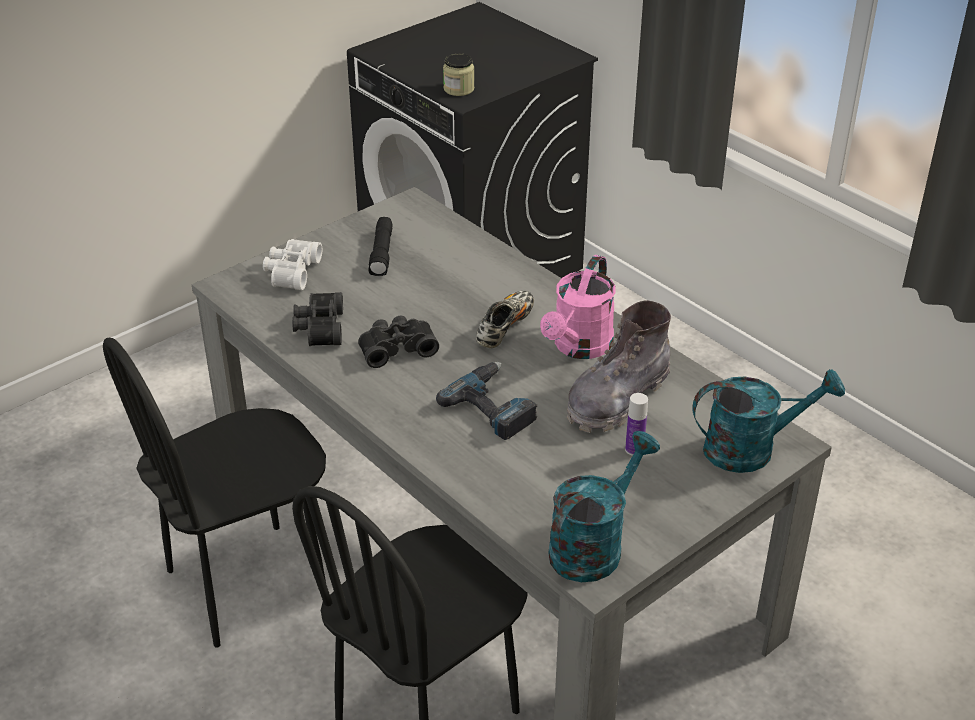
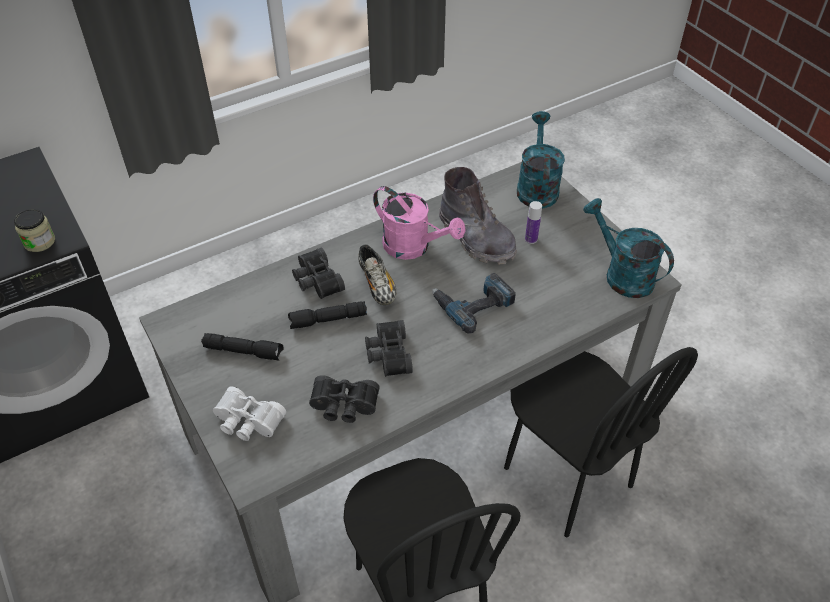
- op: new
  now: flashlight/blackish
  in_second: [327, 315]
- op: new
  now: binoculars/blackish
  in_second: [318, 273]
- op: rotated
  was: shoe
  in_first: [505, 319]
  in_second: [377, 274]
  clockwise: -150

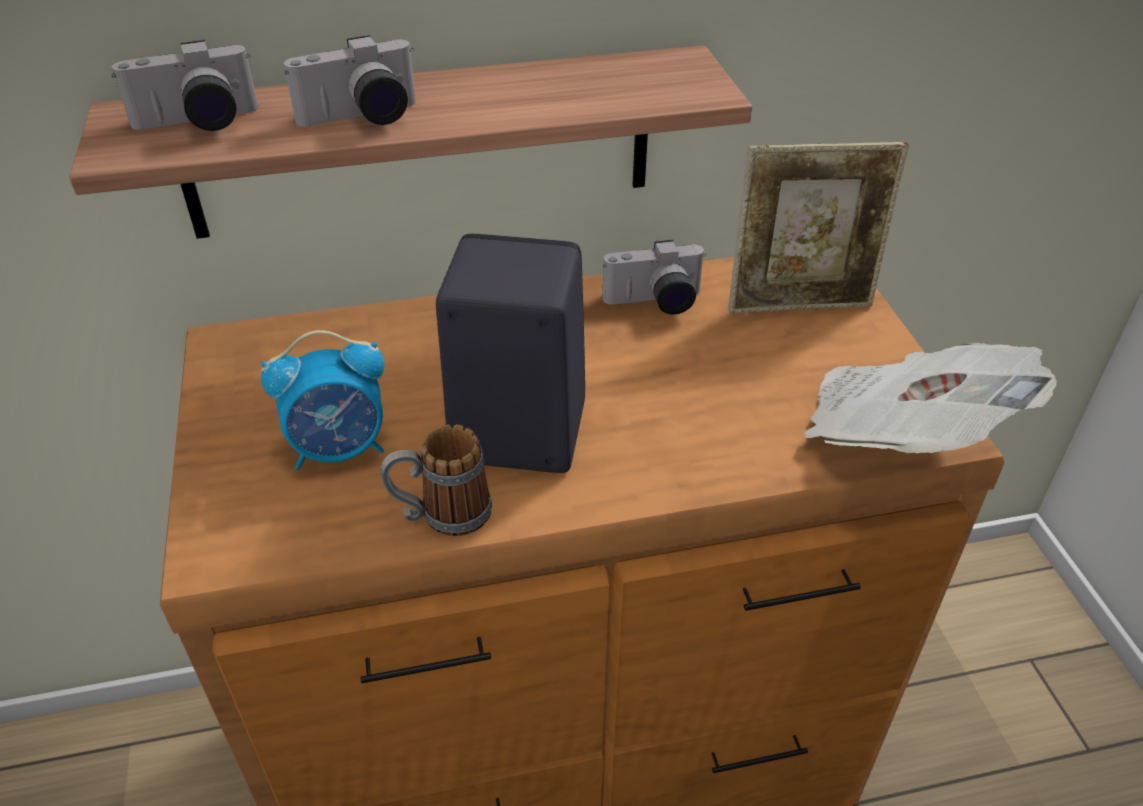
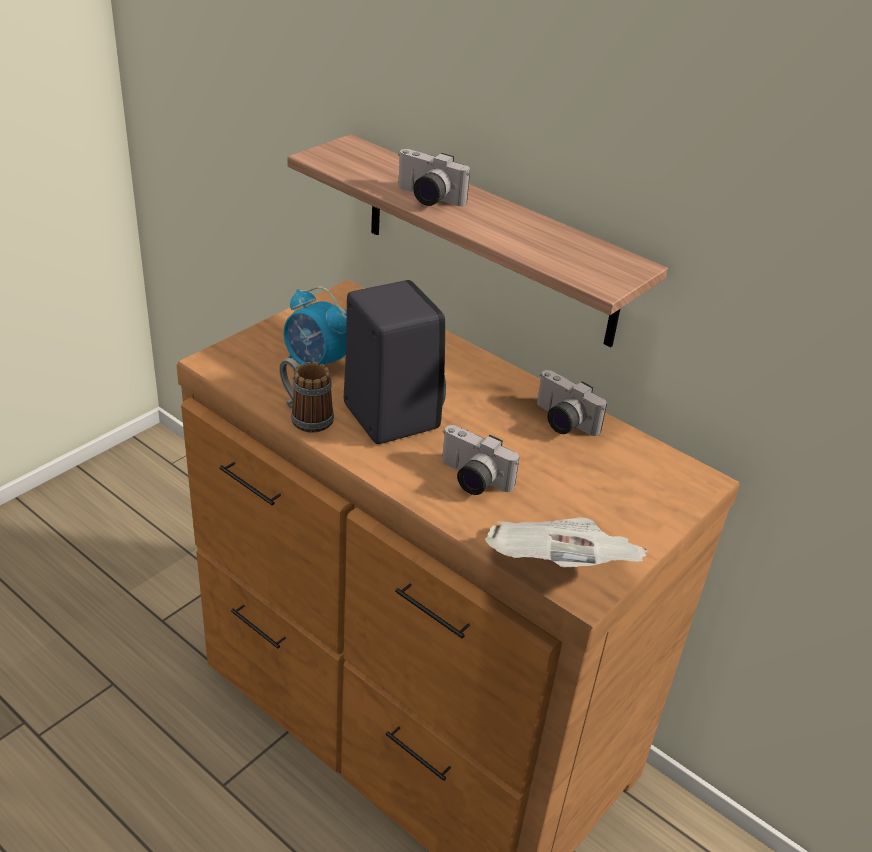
- op: gone
  was: picture frame
  in_first: [818, 228]
- op: shifted
  was: still camera
  in_first: [185, 85]
  in_second: [480, 460]

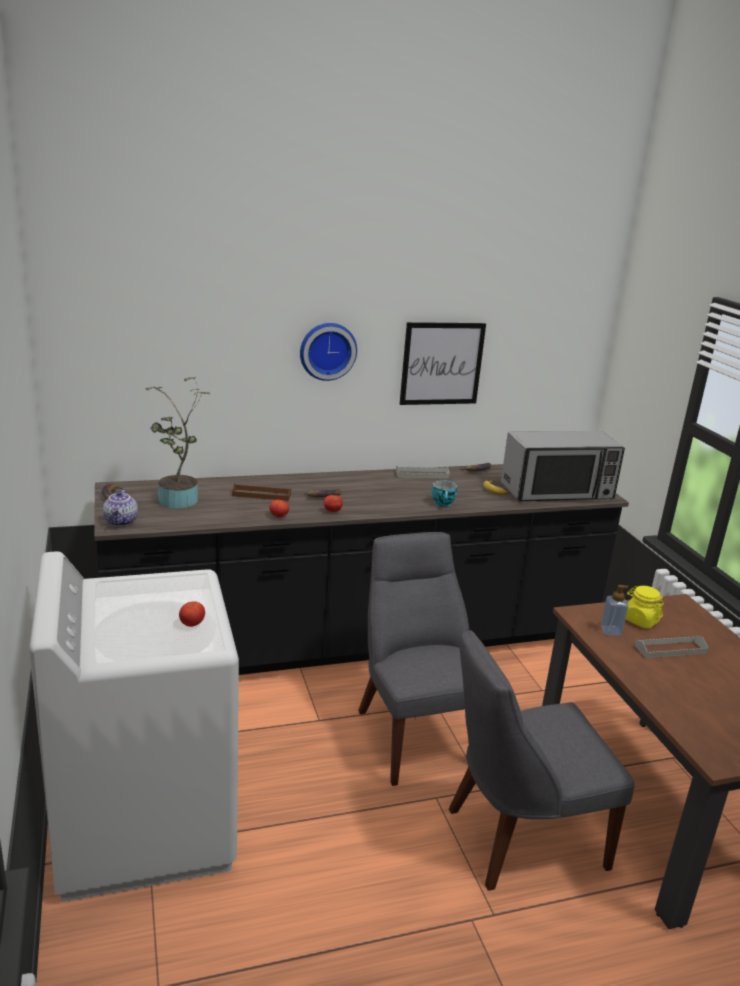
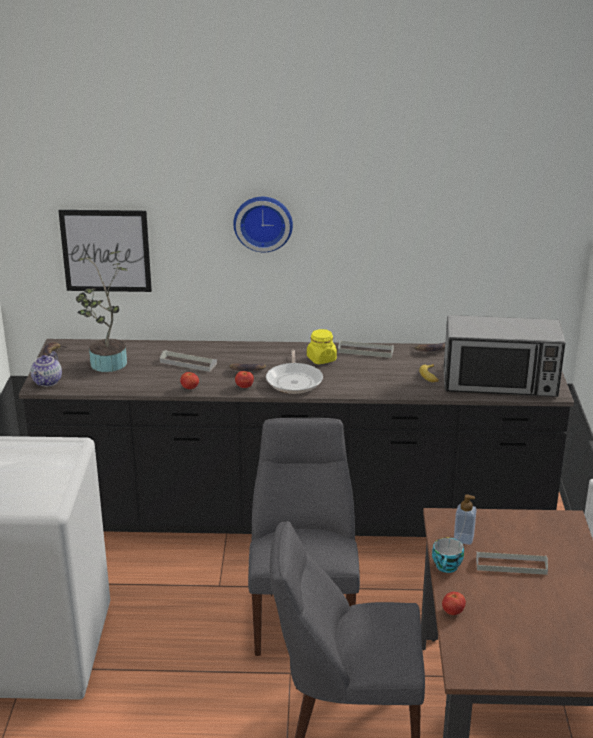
- op: new
  now: pan
  in_second: [294, 372]
- op: shifted
  was: tomato
  in_first: [192, 614]
  in_second: [454, 603]
- op: shifted
  was: wall picture
  in_first: [443, 363]
  in_second: [105, 251]
- op: shifted
  was: small cup
  in_first: [444, 493]
  in_second: [448, 555]
- op: shifted
  was: preserve jar/yellowish
  in_first: [645, 607]
  in_second: [322, 346]
- op: repainted
  was: carrying tray/brownish
  now: carrying tray/greyish
  in_first: [261, 492]
  in_second: [188, 361]

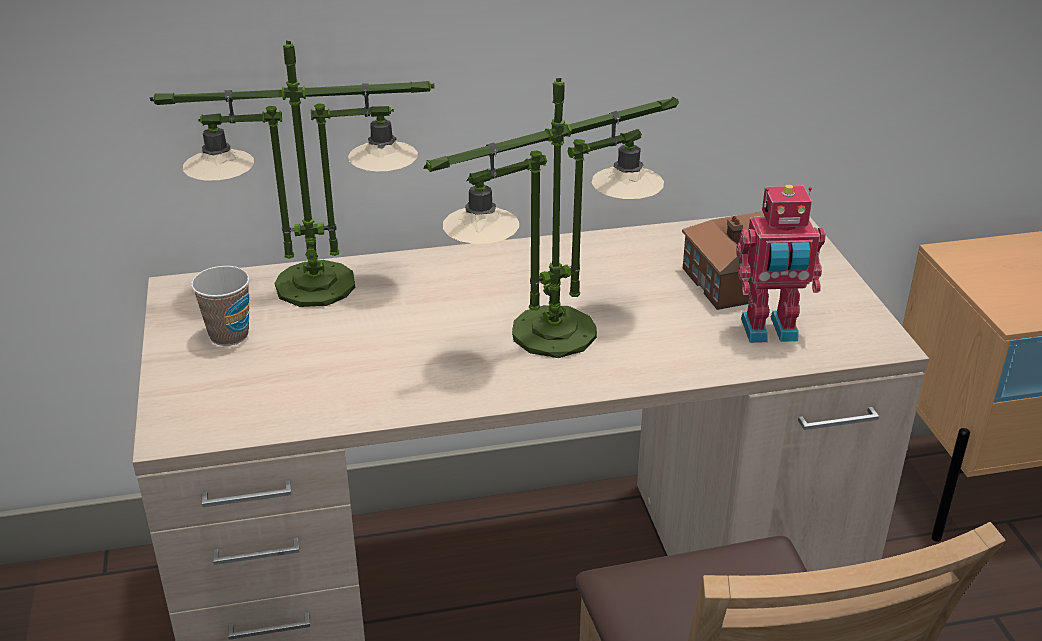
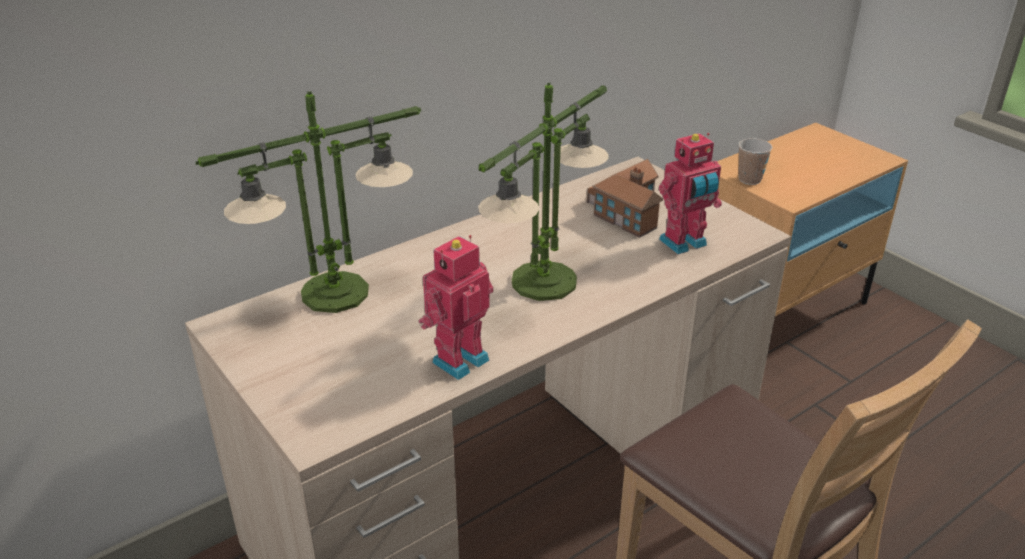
- op: new
  now: robot figure
  in_second: [456, 307]
- op: shifted
  was: small cup
  in_first: [220, 306]
  in_second: [755, 161]

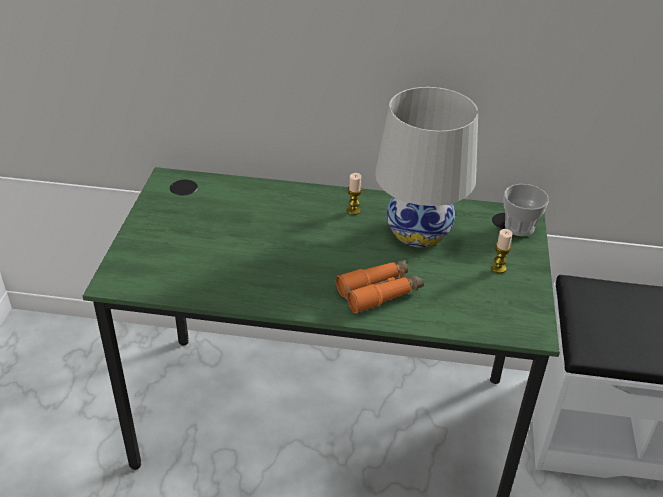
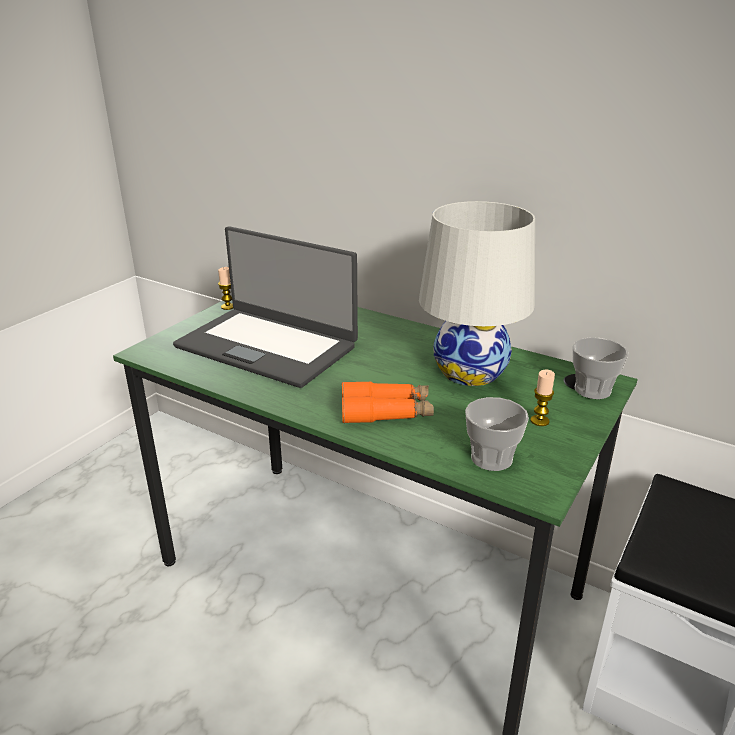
- op: new
  now: laptop
  in_second: [265, 307]
- op: new
  now: small cup
  in_second: [497, 434]
- op: shifted
  was: wax candle
  in_first: [354, 194]
  in_second: [225, 288]

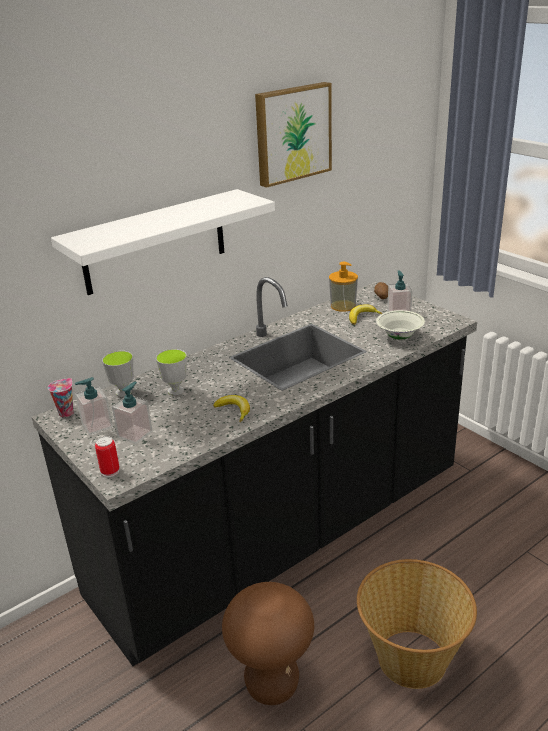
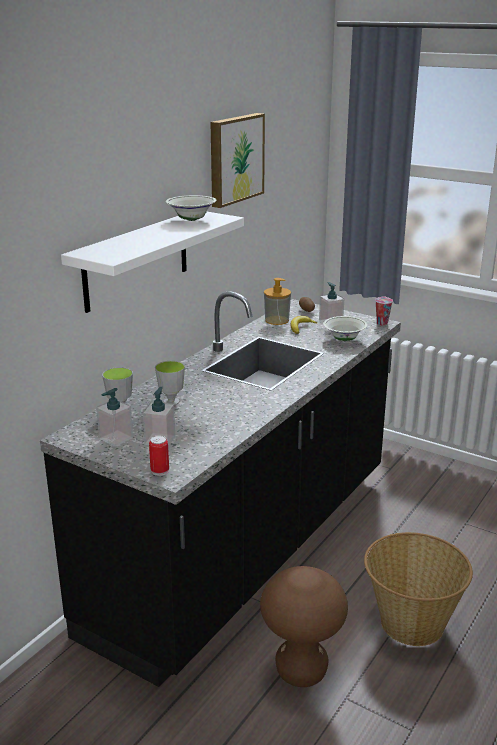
- op: gone
  was: banana fruit
  in_first: [231, 408]
- op: new
  now: bowl/white
  in_second: [191, 208]
- op: shifted
  was: small cup
  in_first: [61, 397]
  in_second: [384, 311]

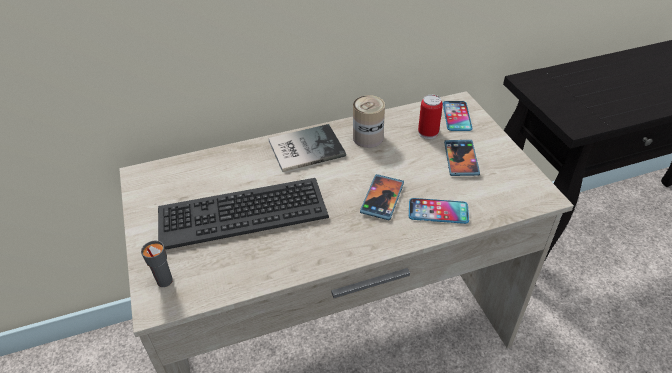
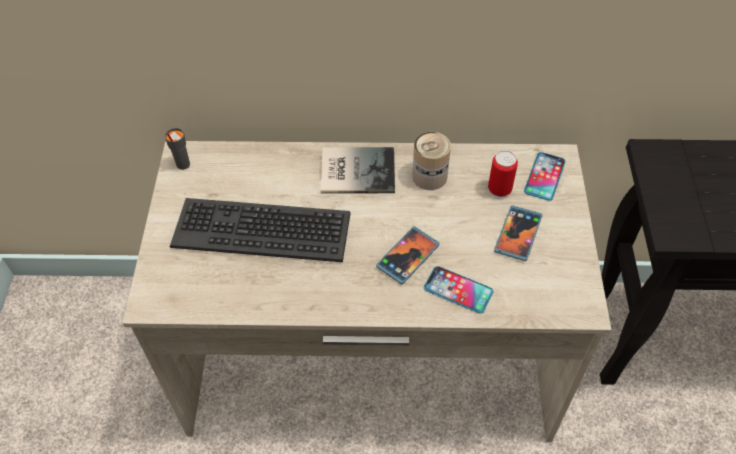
- op: shifted
  was: small cup/greyish
  in_first: [157, 263]
  in_second: [177, 149]

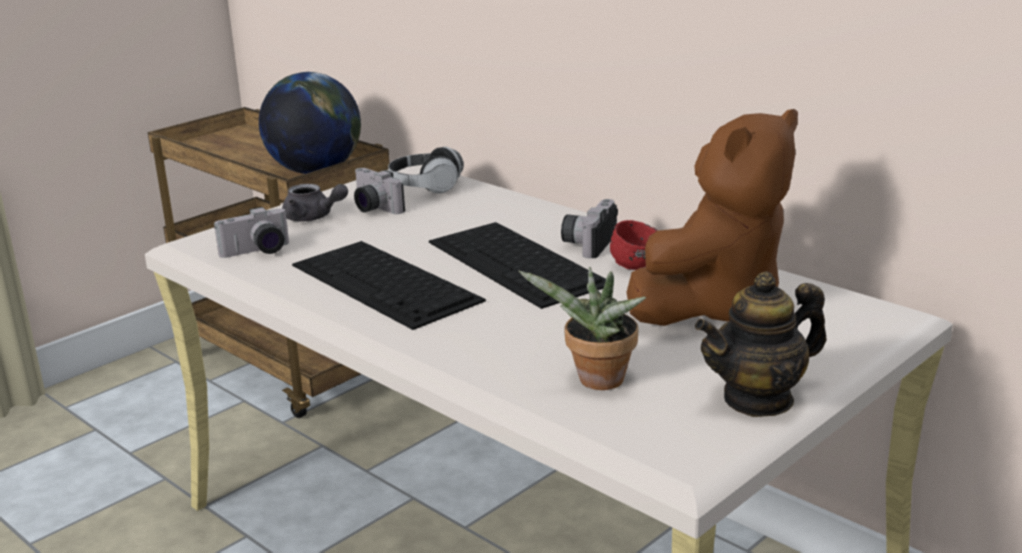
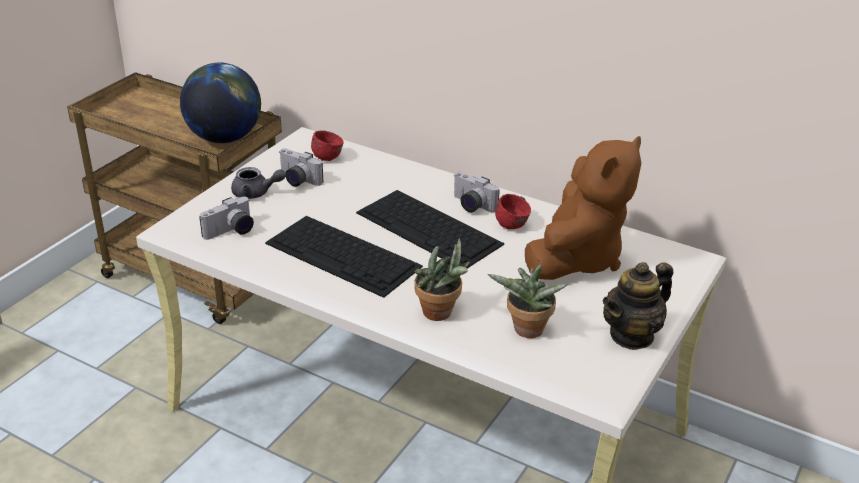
- op: new
  now: houseplant
  in_second: [442, 279]
- op: swapped
  was: pair of headphones
  now: mug/red
  in_first: [426, 170]
  in_second: [327, 145]
- op: rotated
  was: still camera
  in_first: [589, 228]
  in_second: [477, 192]
  clockwise: -60

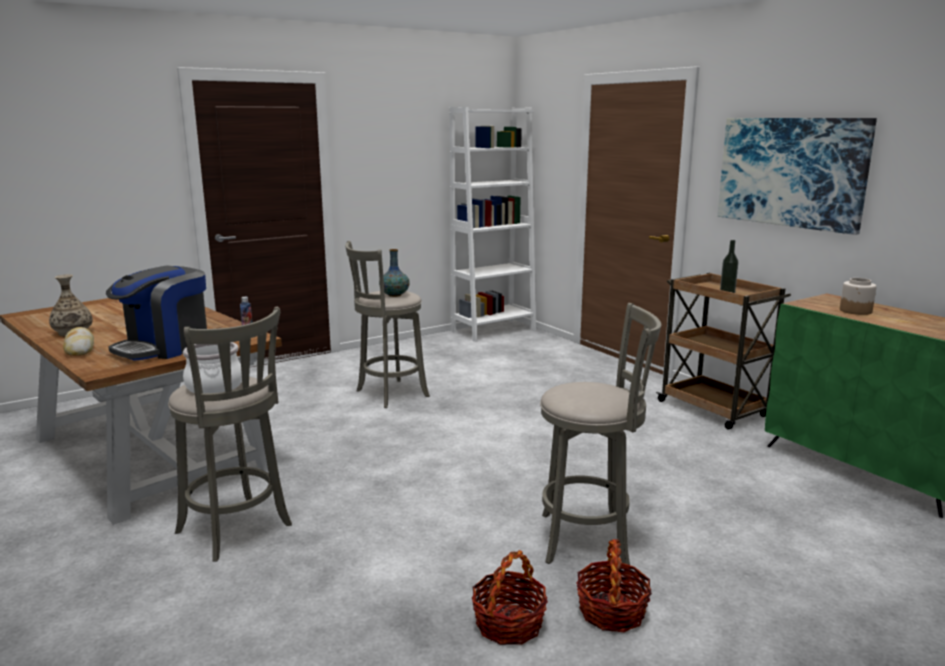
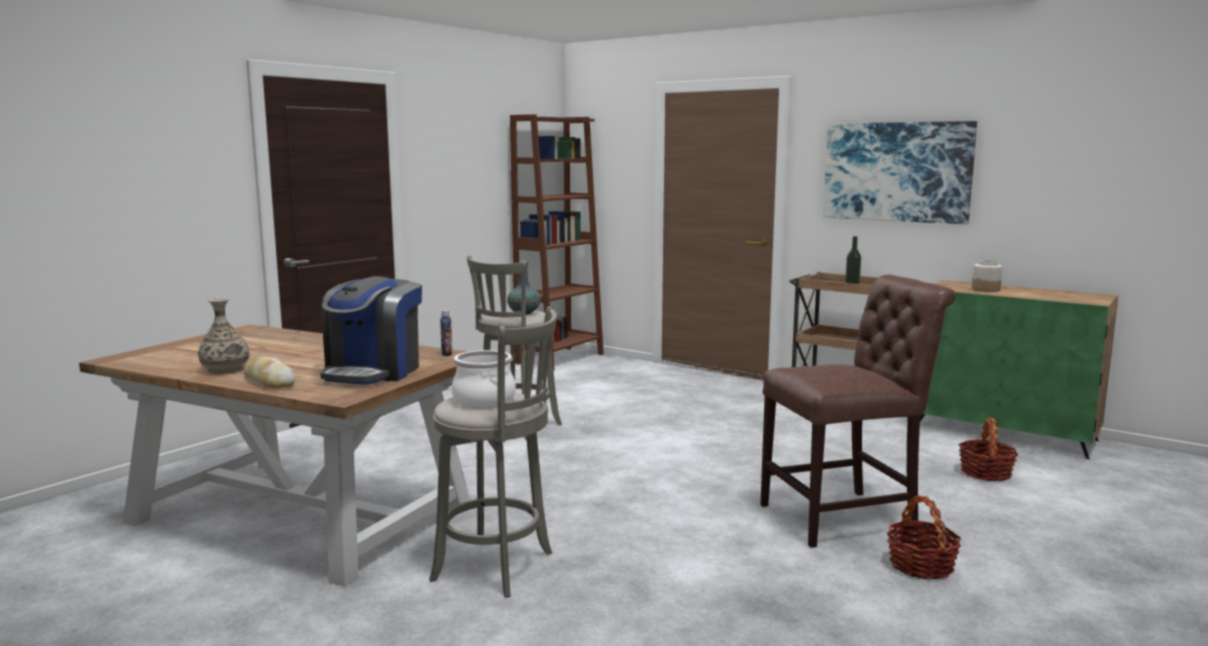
- op: shifted
  was: household basket
  in_first: [510, 597]
  in_second: [988, 449]
- op: swapped
  was: stool/greyish
  now: chair/brownish
  in_first: [600, 434]
  in_second: [858, 411]
- op: repainted
  was: bookcase/white
  now: bookcase/brownish
  in_first: [492, 224]
  in_second: [557, 242]

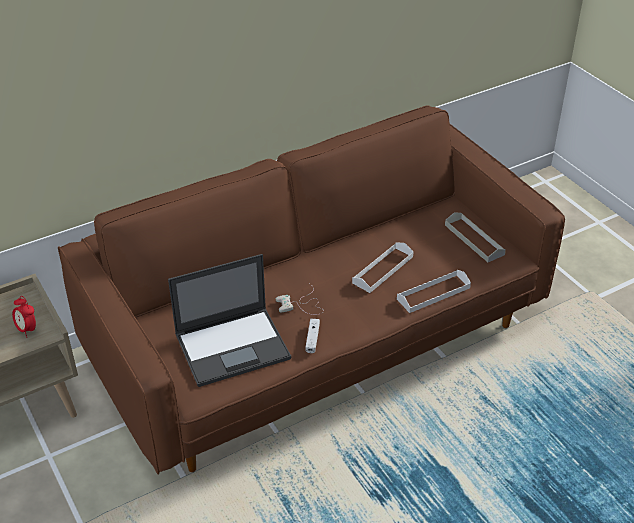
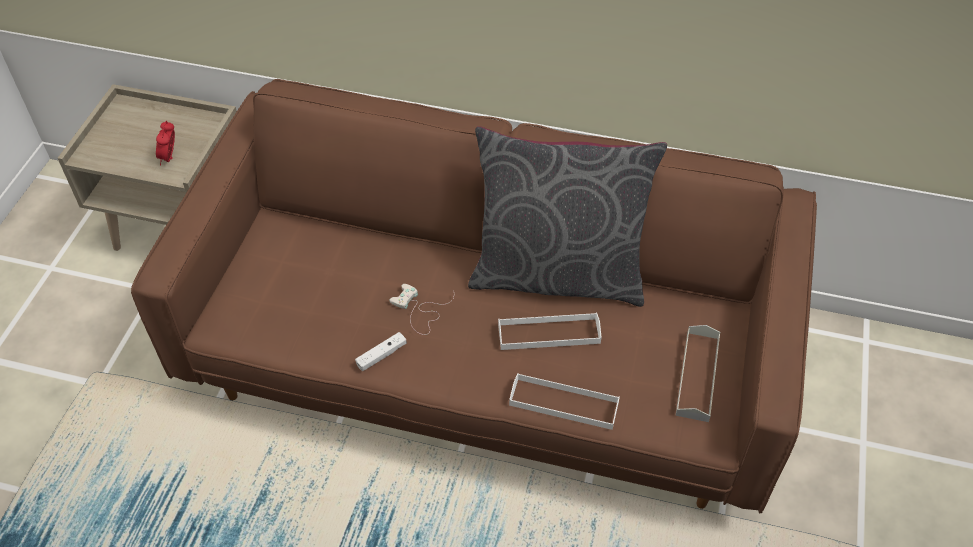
- op: gone
  was: laptop
  in_first: [229, 320]
- op: new
  now: pillow/greyish
  in_second: [567, 216]

